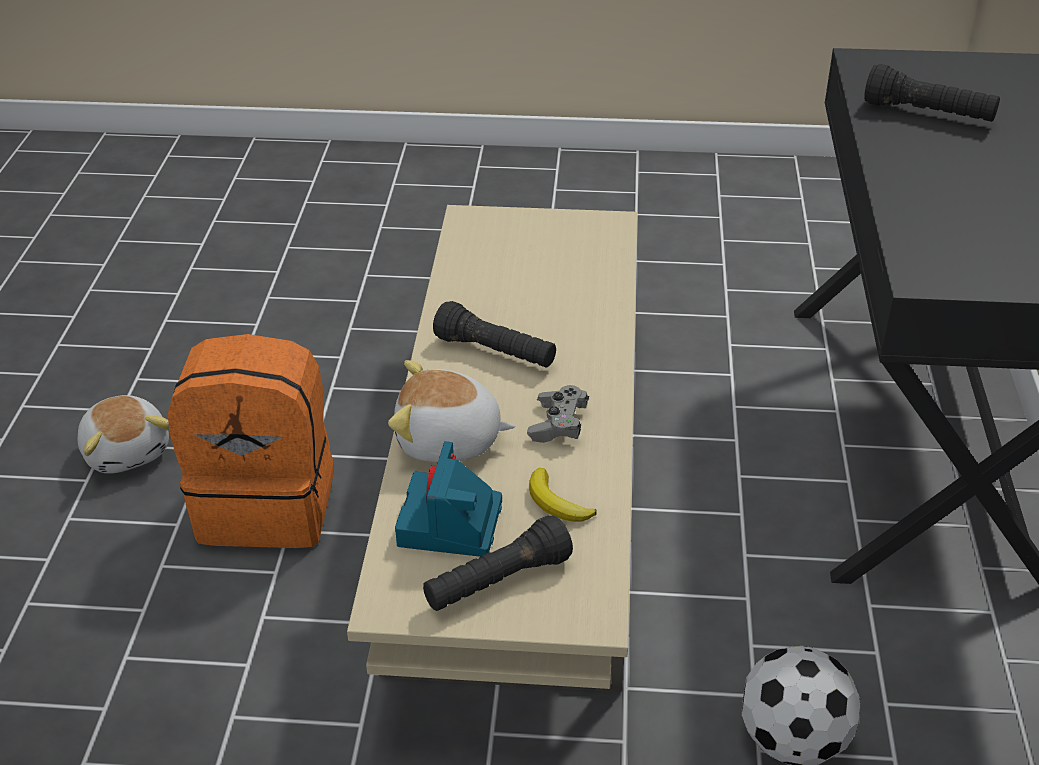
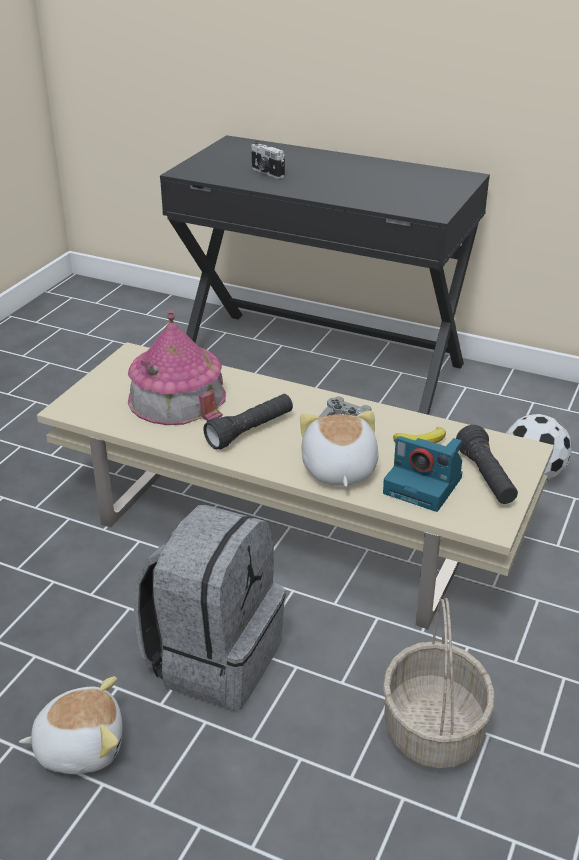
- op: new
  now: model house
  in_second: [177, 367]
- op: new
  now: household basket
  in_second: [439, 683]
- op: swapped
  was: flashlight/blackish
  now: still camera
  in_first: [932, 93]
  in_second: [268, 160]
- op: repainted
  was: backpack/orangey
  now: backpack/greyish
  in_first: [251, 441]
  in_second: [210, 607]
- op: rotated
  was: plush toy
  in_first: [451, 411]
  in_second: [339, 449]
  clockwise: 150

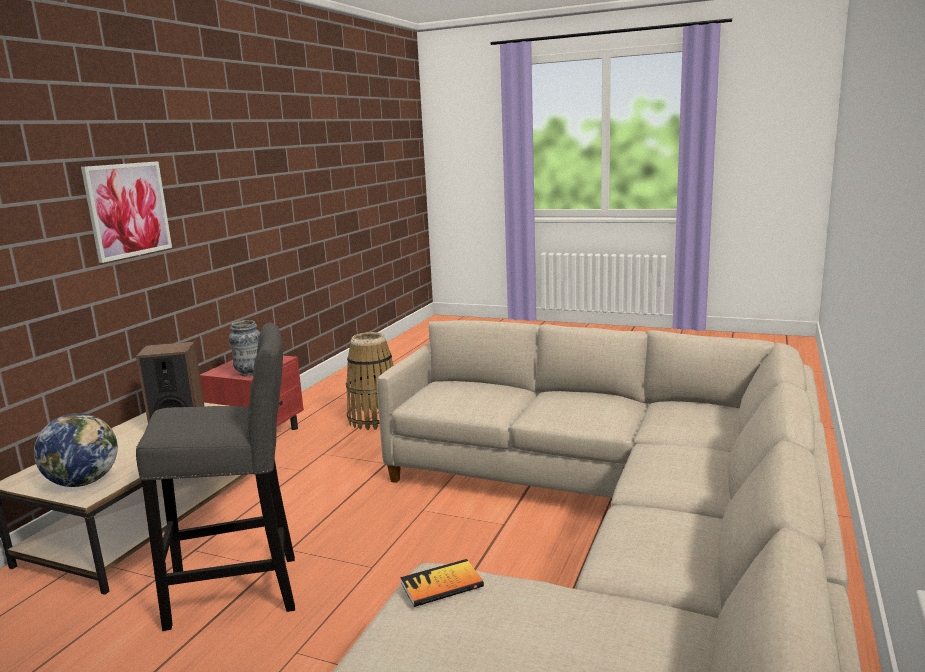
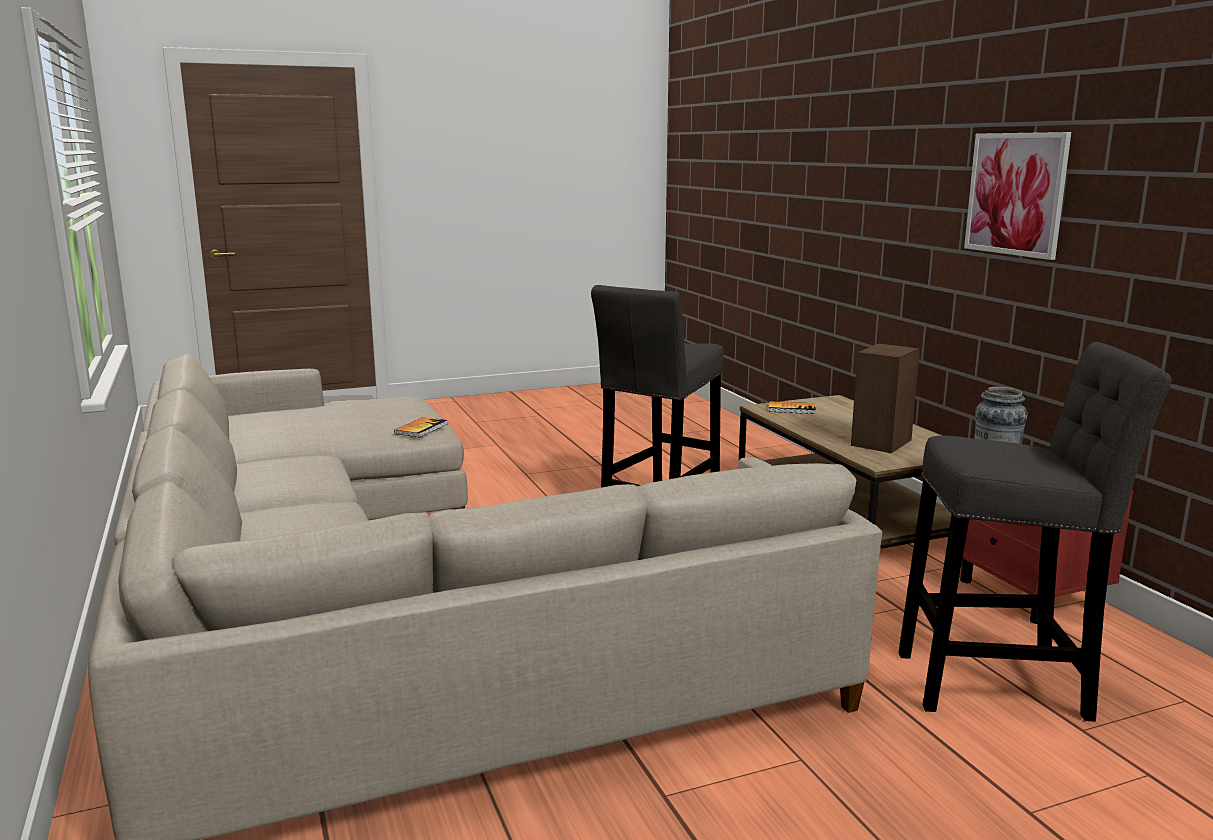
- op: swapped
  was: world globe
  now: bound book
  in_first: [76, 450]
  in_second: [792, 407]
- op: swapped
  was: household basket
  now: stool/greyish
  in_first: [370, 381]
  in_second: [1035, 532]

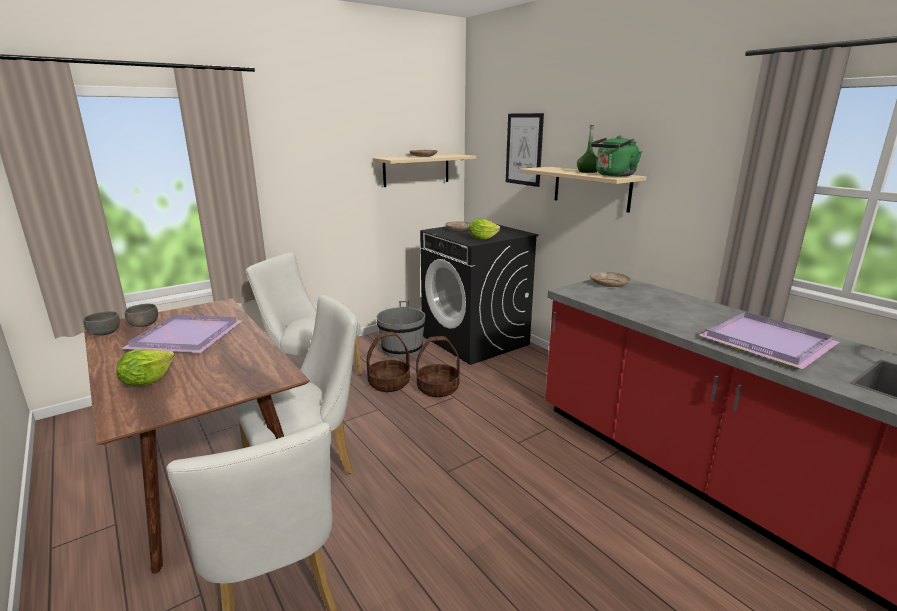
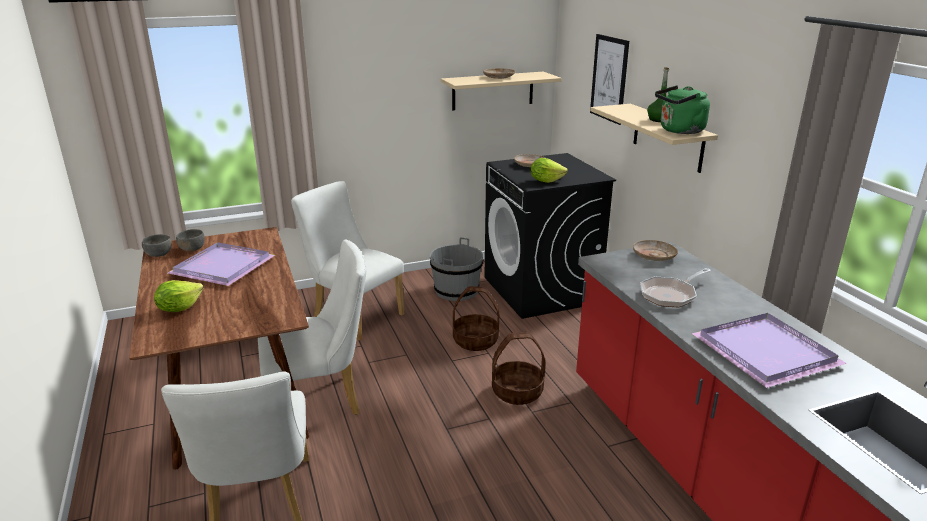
- op: new
  now: pan
  in_second: [675, 287]
- op: shifted
  was: household basket
  in_first: [388, 362]
  in_second: [519, 368]

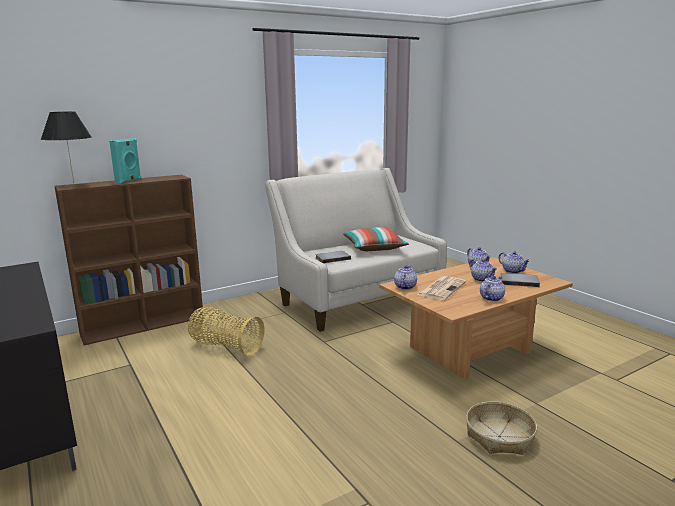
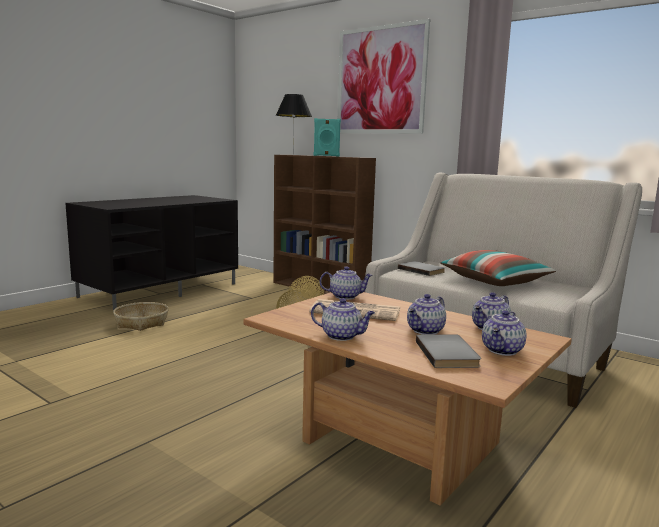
- op: new
  now: wall picture
  in_second: [384, 76]
- op: shifted
  was: household basket
  in_first: [501, 428]
  in_second: [141, 316]

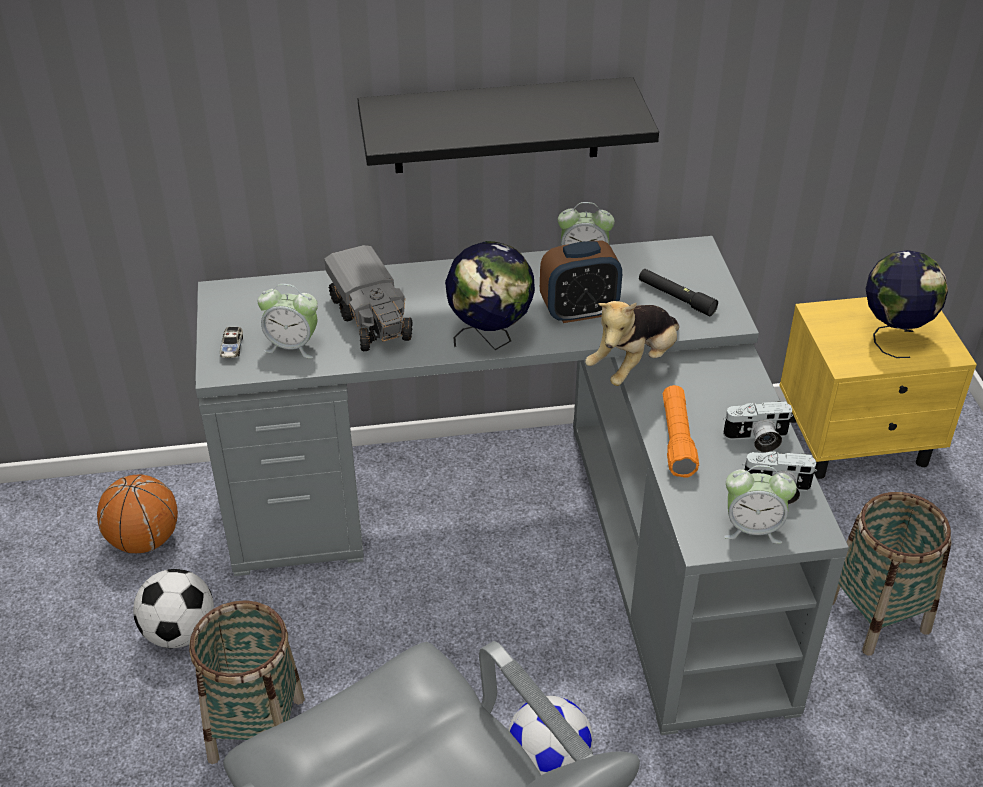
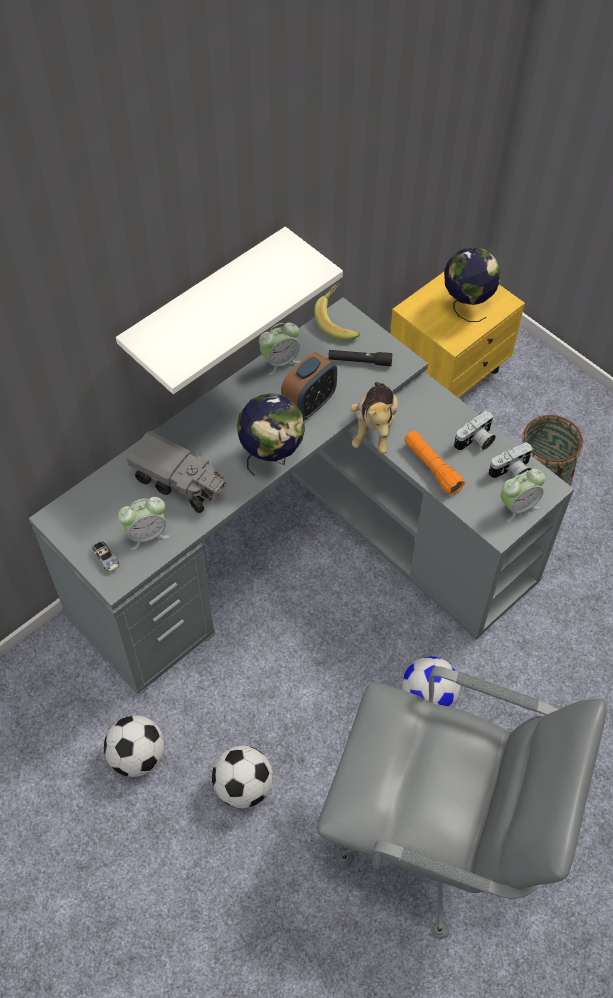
- op: gone
  was: basketball ball
  in_first: [137, 514]
- op: new
  now: banana fruit
  in_second: [337, 311]
- op: swapped
  was: household basket
  now: football
  in_first: [247, 682]
  in_second: [242, 776]
- op: repainted
  was: wall shelf/blackish
  now: wall shelf/white
  in_first: [508, 125]
  in_second: [229, 310]

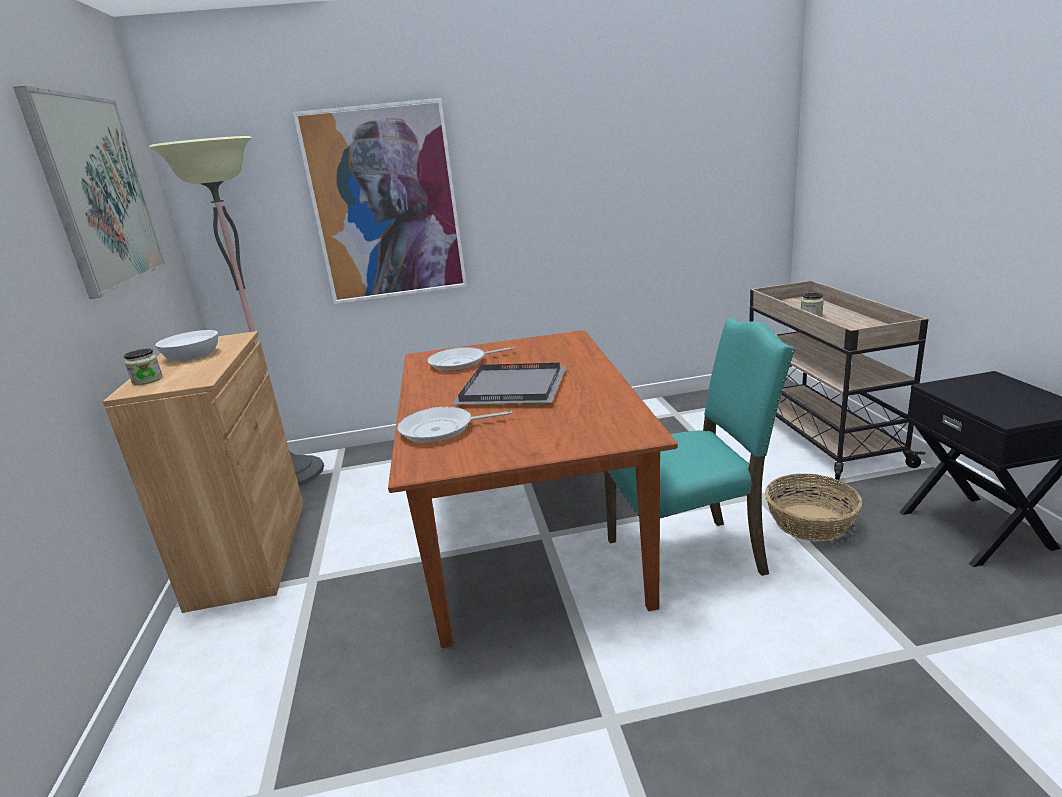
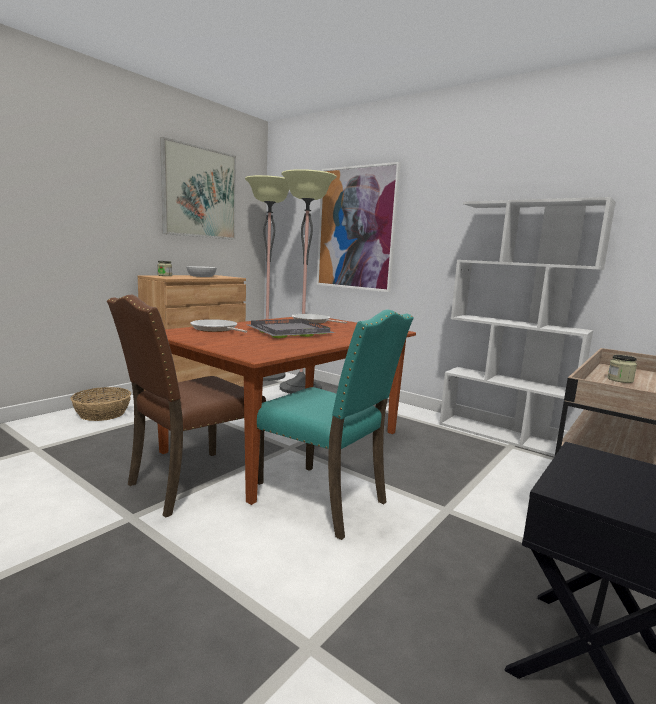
- op: new
  now: chair/brownish
  in_second: [186, 406]
- op: new
  now: standard lamp
  in_second: [308, 281]
- op: new
  now: bookcase/white
  in_second: [527, 327]
- op: shifted
  was: household basket
  in_first: [813, 508]
  in_second: [100, 404]

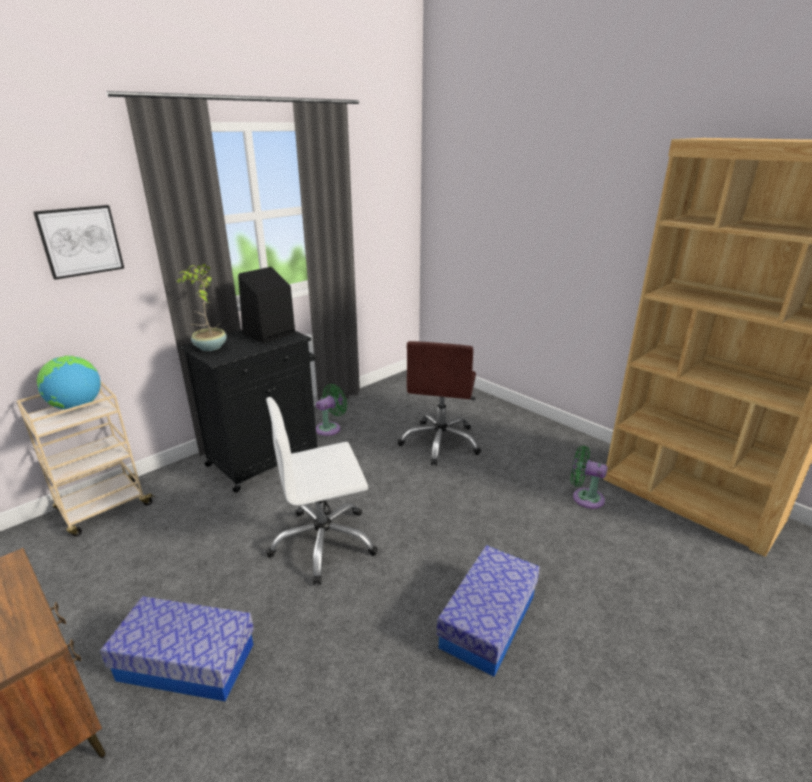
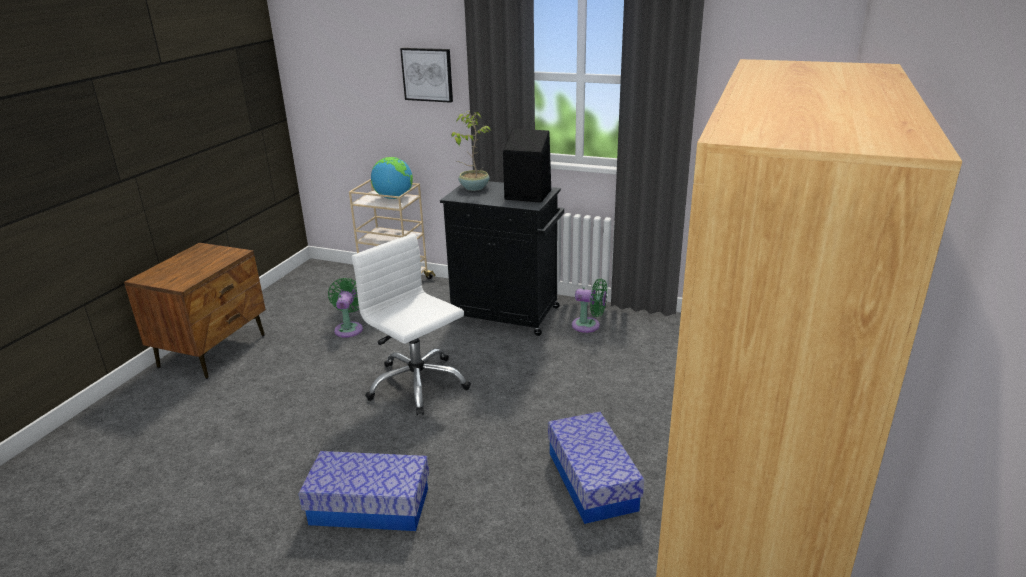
- op: gone
  was: office chair/brownish
  in_first: [439, 403]
- op: shifted
  was: storage box
  in_first: [177, 648]
  in_second: [596, 468]
- op: shifted
  was: cooling fan/greenish
  in_first: [589, 477]
  in_second: [345, 308]

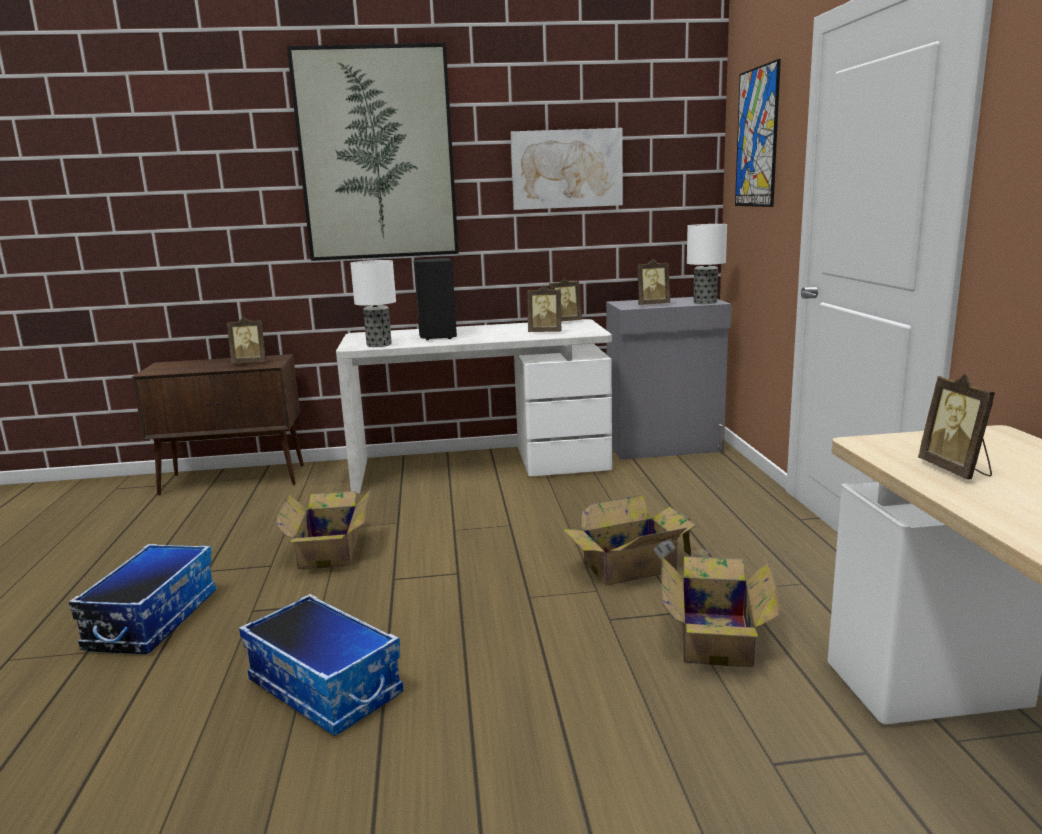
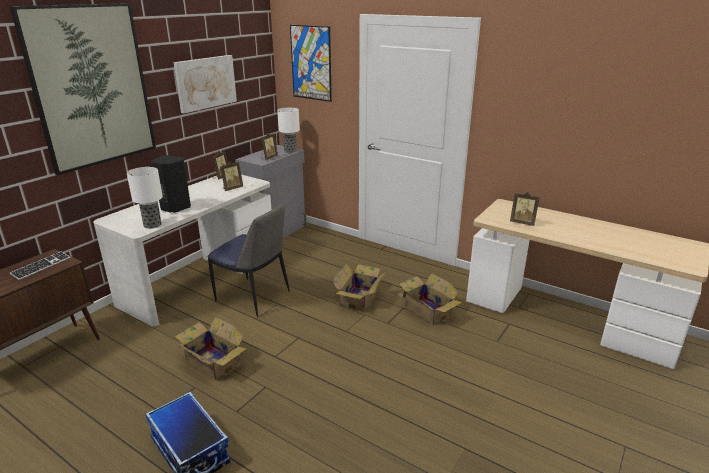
- op: gone
  was: storage box
  in_first: [321, 665]
- op: new
  now: chair
  in_second: [249, 260]
- op: swapped
  was: picture frame
  now: computer keyboard
  in_first: [246, 340]
  in_second: [40, 265]

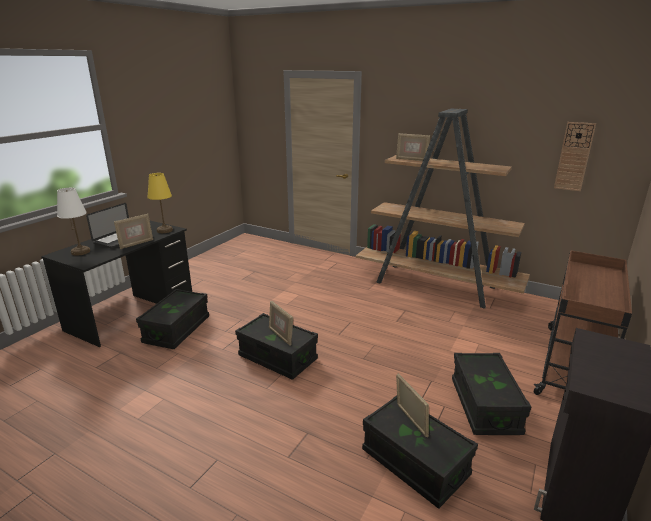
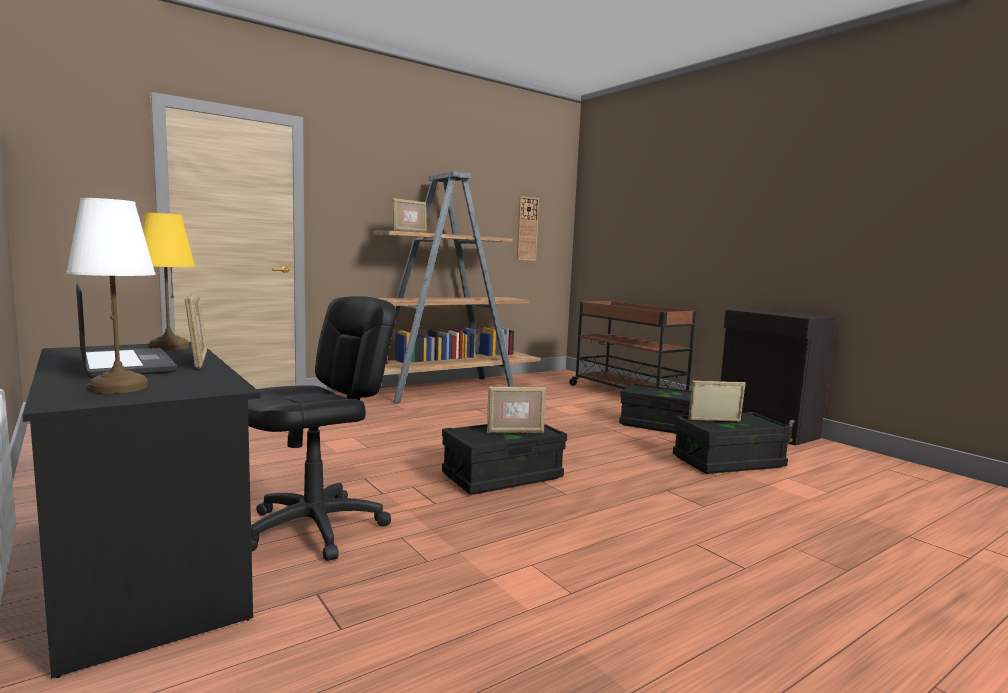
- op: swapped
  was: storage box/blackish
  now: office chair/blackish
  in_first: [172, 319]
  in_second: [322, 428]

